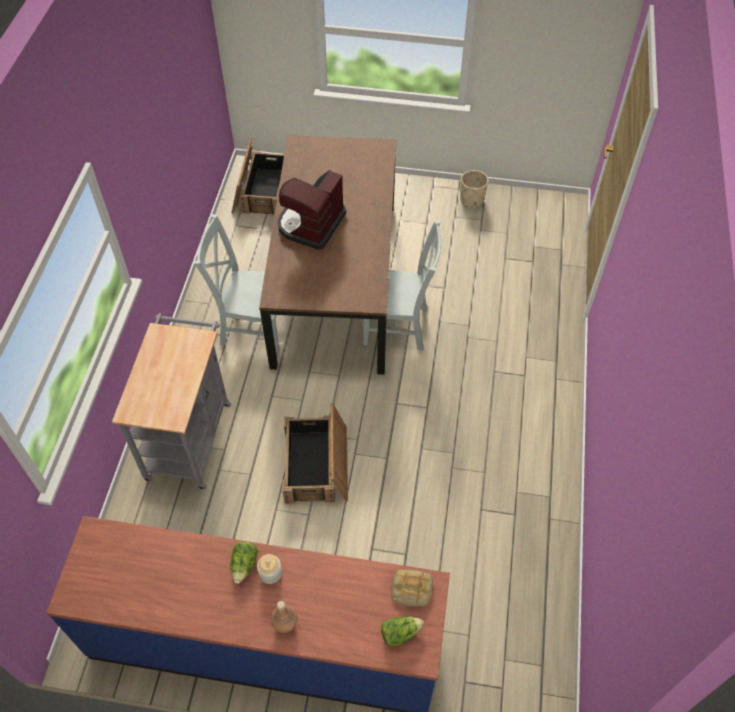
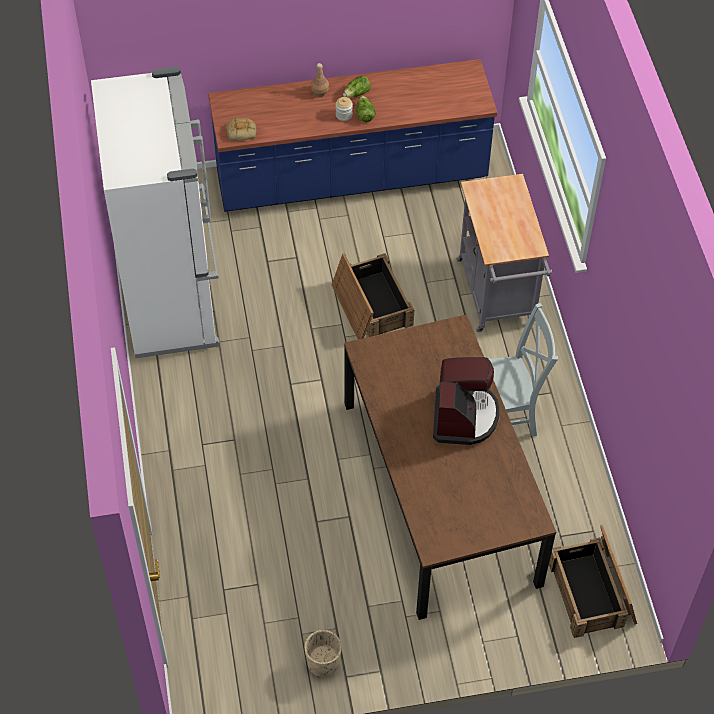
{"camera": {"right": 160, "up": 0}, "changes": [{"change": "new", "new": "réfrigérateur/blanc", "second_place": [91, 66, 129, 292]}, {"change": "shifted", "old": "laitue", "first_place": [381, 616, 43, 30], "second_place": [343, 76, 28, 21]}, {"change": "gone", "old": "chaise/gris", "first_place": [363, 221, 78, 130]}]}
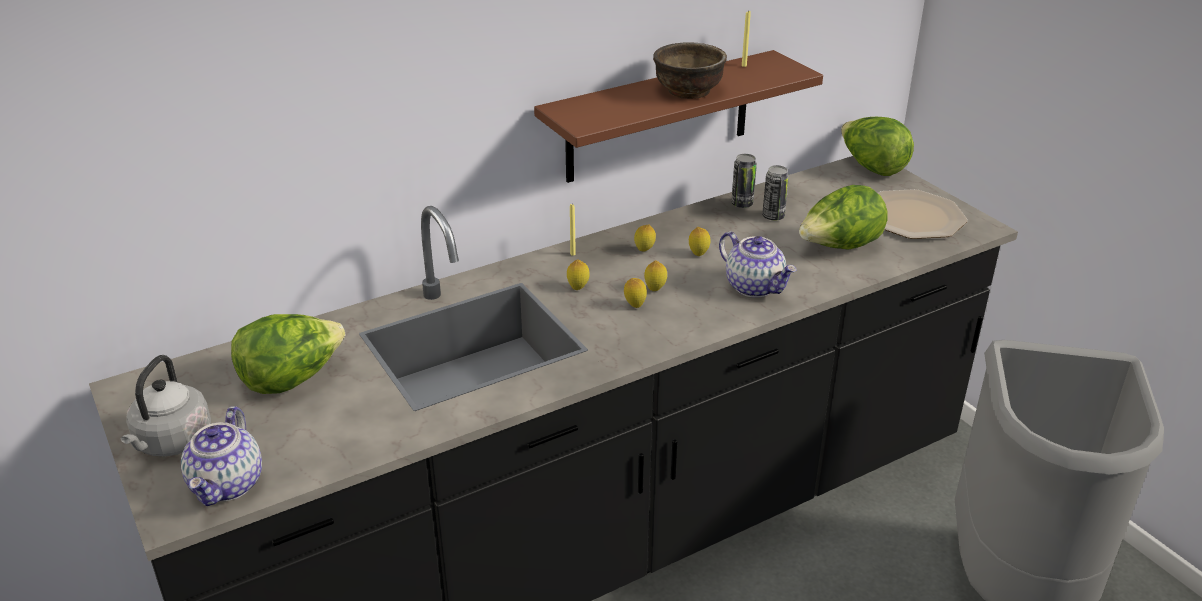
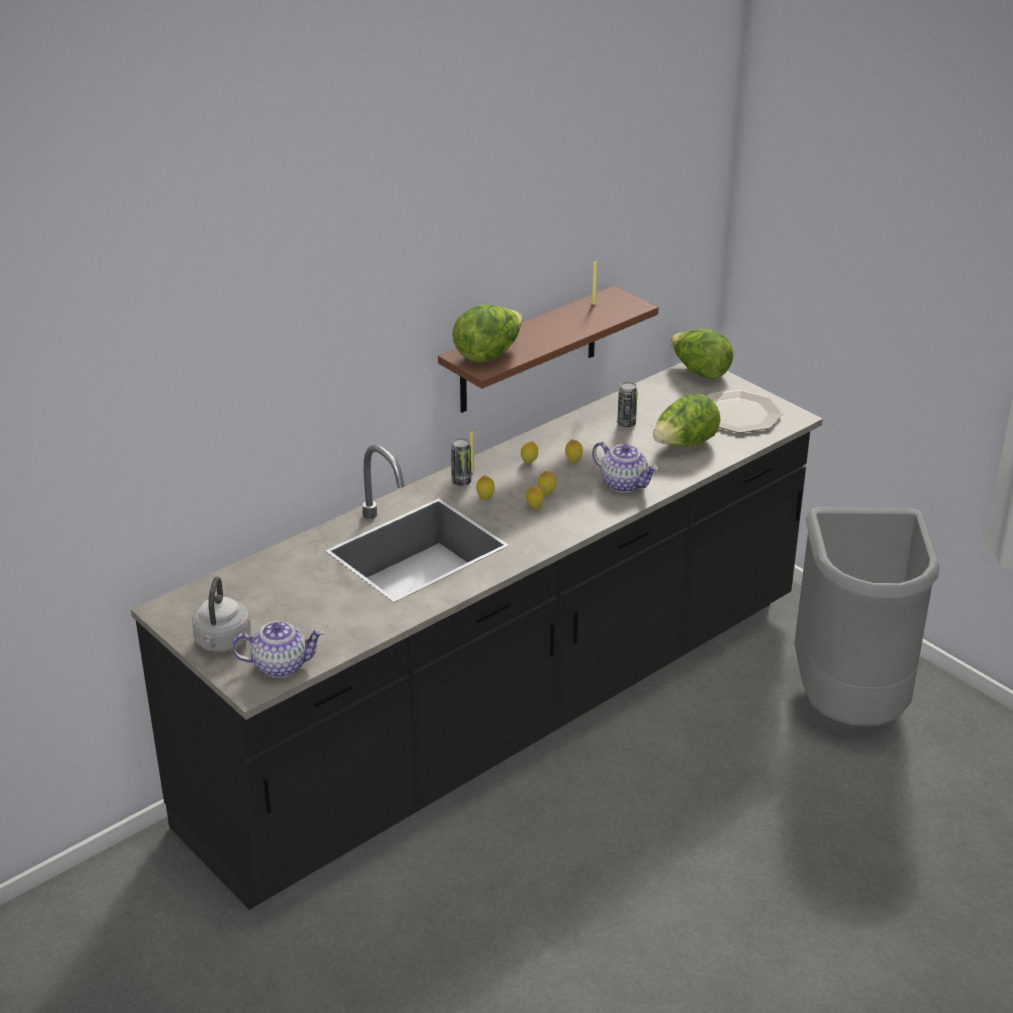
{"camera": {"right": -10, "up": 0}, "changes": [{"change": "rotated", "old": "théière", "first_place": [181, 406, 81, 100], "second_place": [231, 621, 93, 57], "degrees": -90}, {"change": "shifted", "old": "boîte métallique", "first_place": [731, 154, 26, 54], "second_place": [451, 438, 20, 48]}, {"change": "shifted", "old": "laitue", "first_place": [231, 314, 114, 80], "second_place": [452, 305, 70, 57]}, {"change": "gone", "old": "bol/marron", "first_place": [653, 42, 74, 57]}]}
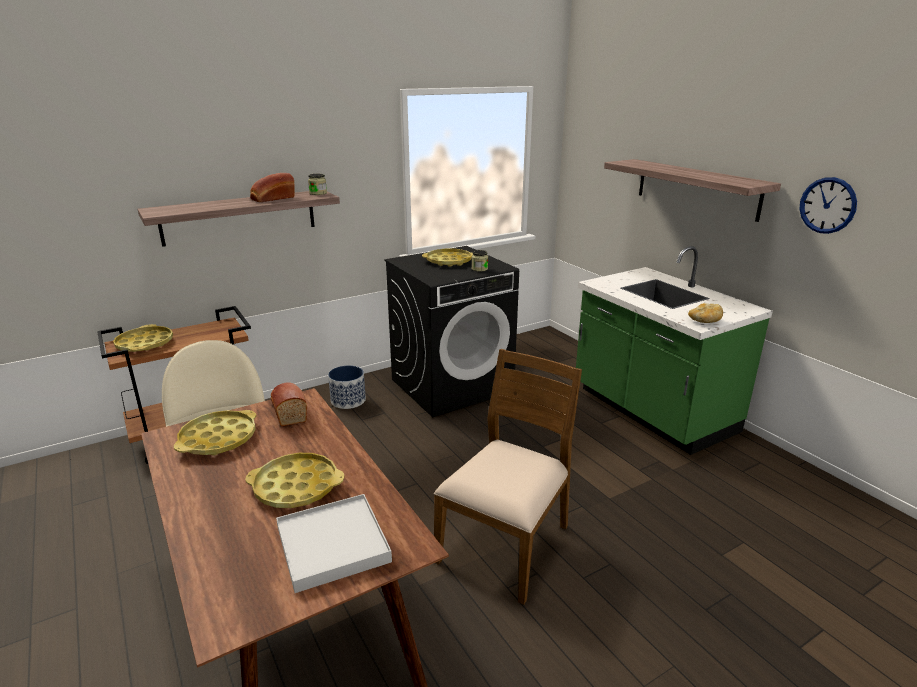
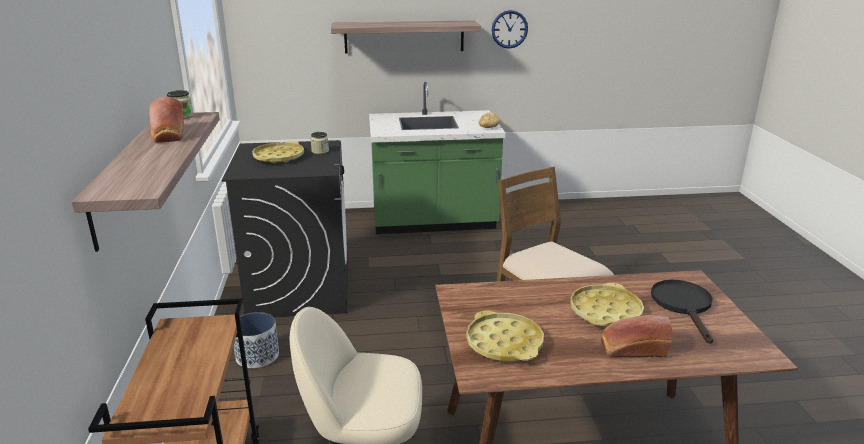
{"camera": {"right": -65, "up": 0}, "changes": [{"change": "shifted", "old": "pain", "first_place": [271, 382, 36, 45], "second_place": [601, 315, 72, 42]}, {"change": "swapped", "old": "plateau/blanc", "new": "poêle/noir", "first_place": [276, 494, 116, 99], "second_place": [651, 280, 62, 64]}, {"change": "gone", "old": "plateau/jaune", "first_place": [113, 324, 60, 28]}]}
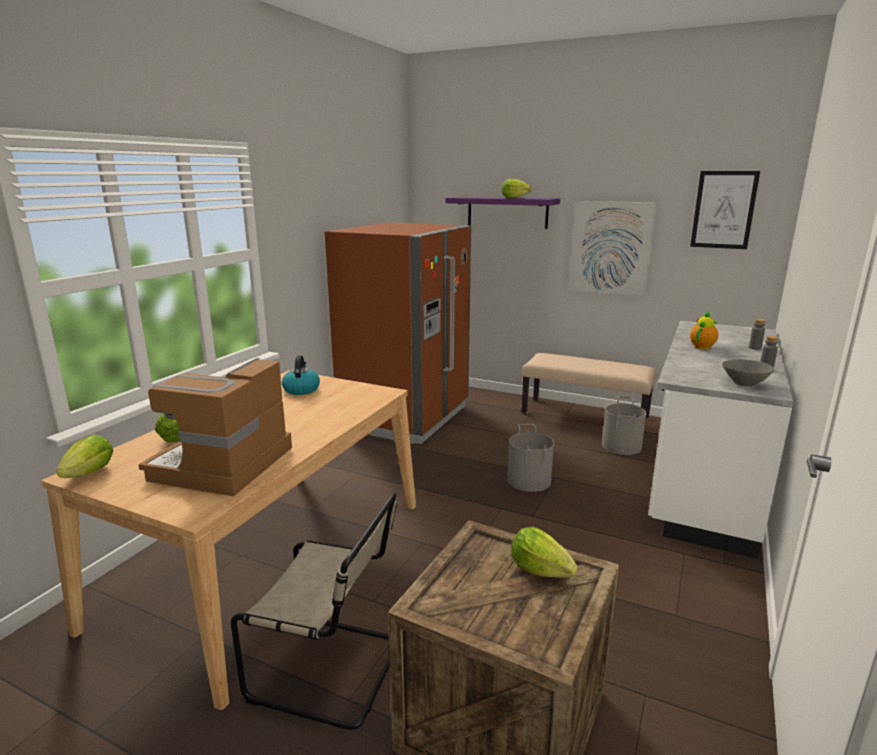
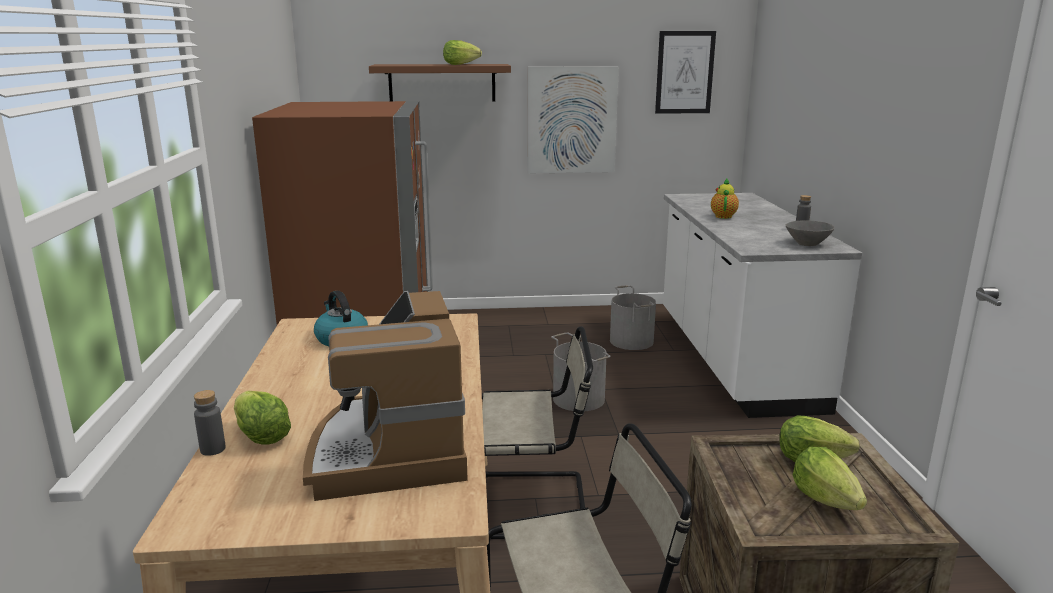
{"camera": {"right": -30, "up": 0}, "changes": [{"change": "shifted", "old": "bouteille/gris", "first_place": [749, 319, 17, 31], "second_place": [194, 390, 32, 66]}, {"change": "repainted", "old": "étagère/violet", "new": "étagère/marron", "first_place": [445, 197, 115, 32], "second_place": [369, 64, 142, 37]}, {"change": "new", "new": "chaise/beige", "second_place": [482, 326, 111, 213]}, {"change": "shifted", "old": "laitue", "first_place": [56, 434, 57, 44], "second_place": [792, 447, 75, 63]}, {"change": "gone", "old": "banc/beige", "first_place": [522, 353, 134, 65]}]}
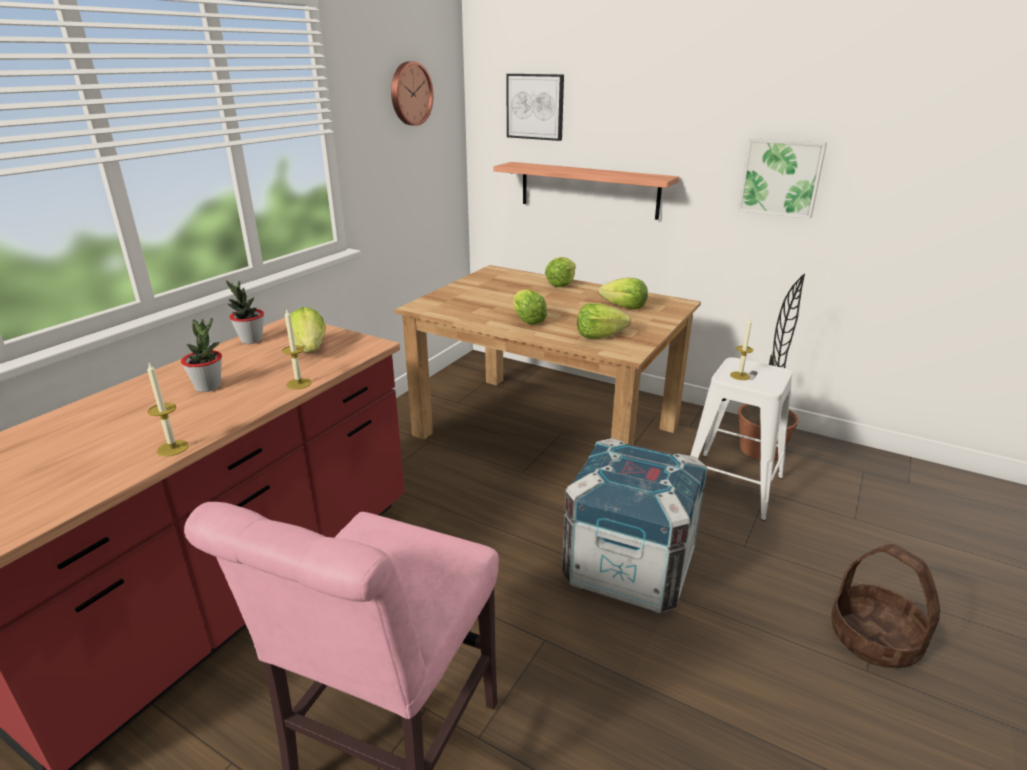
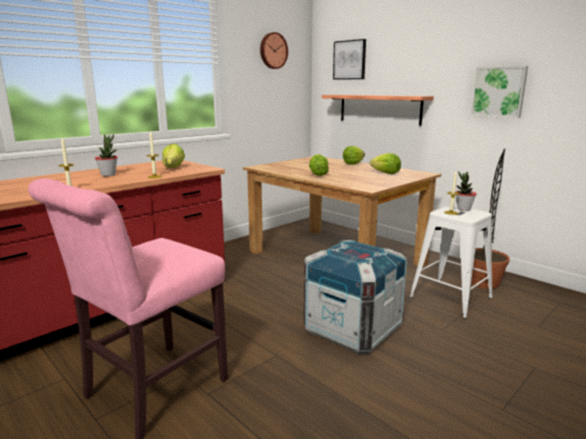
{"camera": {"right": 15, "up": -10}, "changes": [{"change": "shifted", "old": "plante en pot", "first_place": [226, 280, 38, 64], "second_place": [456, 172, 20, 39]}, {"change": "gone", "old": "laitue", "first_place": [577, 303, 54, 36]}, {"change": "gone", "old": "panier", "first_place": [831, 544, 109, 124]}]}
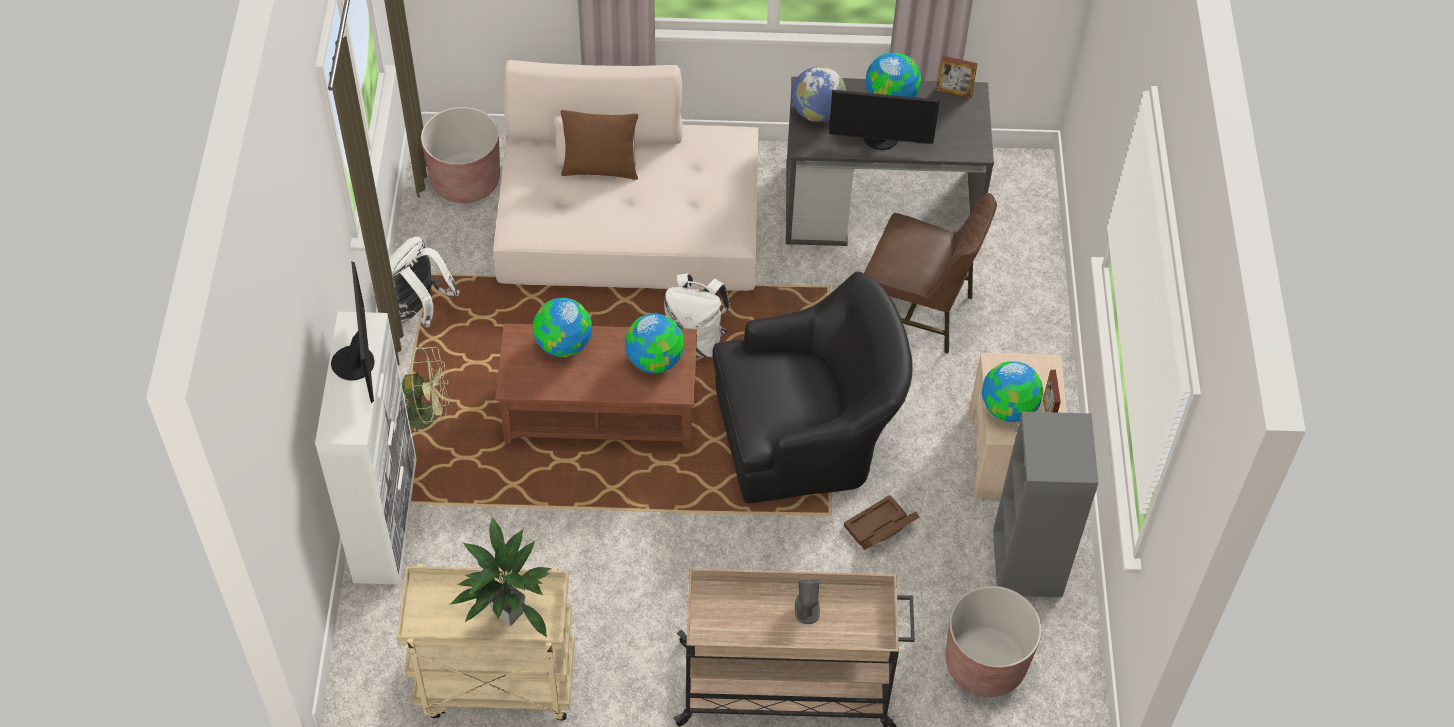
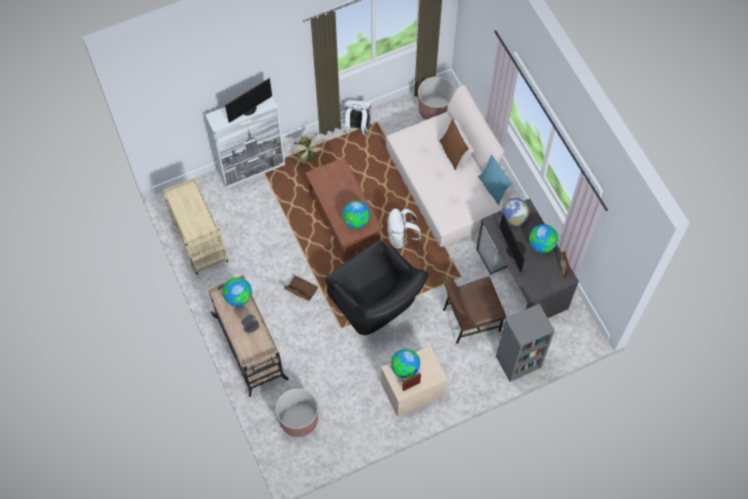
{"camera": {"right": 65, "up": 10}, "changes": [{"change": "shifted", "old": "globe", "first_place": [533, 298, 59, 59], "second_place": [223, 277, 29, 29]}, {"change": "shifted", "old": "boîte de rangement/marron", "first_place": [844, 495, 76, 55], "second_place": [284, 275, 34, 25]}, {"change": "rotated", "old": "chaise/marron", "first_place": [864, 193, 133, 161], "second_place": [443, 276, 63, 68], "degrees": 75}, {"change": "new", "new": "coussin/turquoise", "second_place": [478, 155, 34, 50]}, {"change": "shifted", "old": "bibliothèque/gris", "first_place": [993, 412, 106, 185], "second_place": [496, 304, 59, 78]}, {"change": "gone", "old": "plante en pot", "first_place": [449, 517, 103, 121]}]}
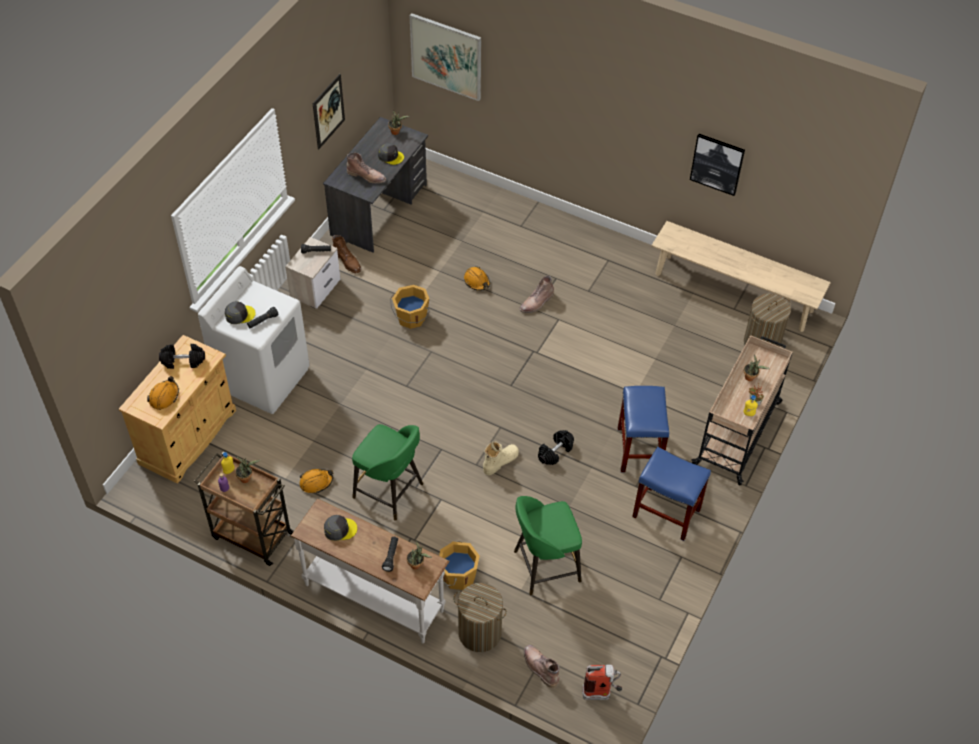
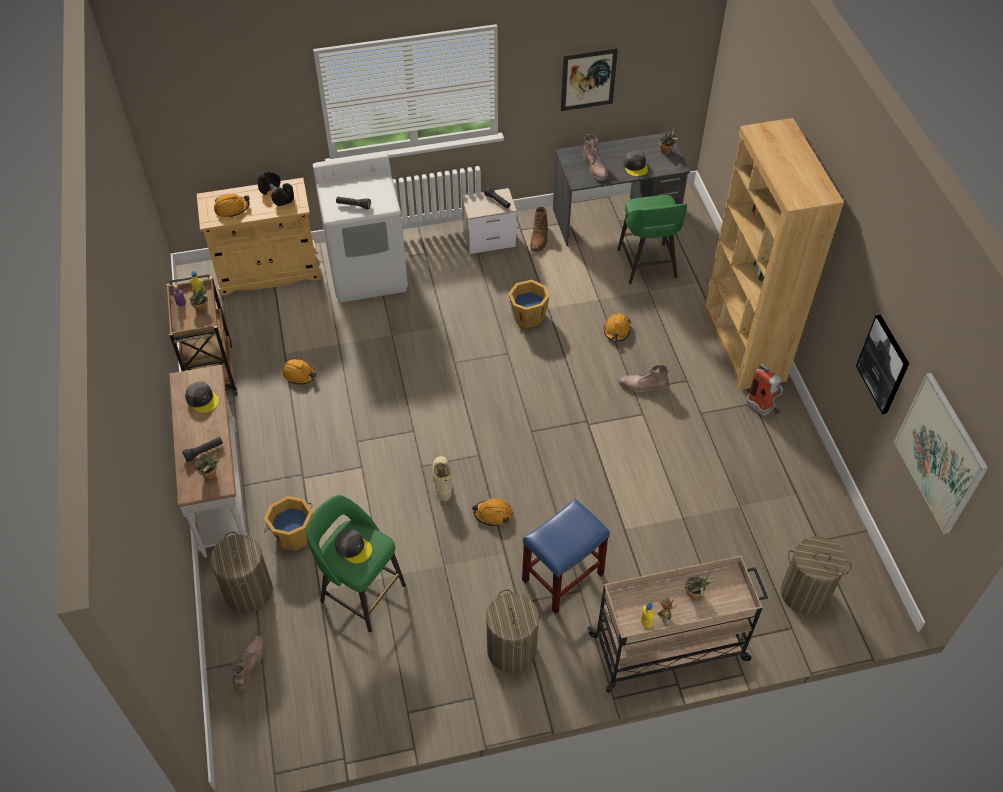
{"camera": {"right": 50, "up": 0}, "changes": [{"change": "shifted", "old": "casquette/gris", "first_place": [225, 301, 31, 23], "second_place": [335, 529, 37, 34]}, {"change": "rotated", "old": "botte/beige", "first_place": [483, 441, 36, 34], "second_place": [432, 456, 20, 45], "degrees": -105}, {"change": "swapped", "old": "haltère/noir", "new": "casque de chantier/orange", "first_place": [538, 430, 36, 35], "second_place": [472, 498, 41, 29]}, {"change": "swapped", "old": "tabouret/bleu", "new": "panier à linge", "first_place": [632, 447, 79, 94], "second_place": [486, 589, 53, 84]}, {"change": "shifted", "old": "tabouret/vert", "first_place": [352, 424, 71, 96], "second_place": [617, 195, 70, 89]}, {"change": "new", "new": "bibliothèque/marron", "second_place": [704, 118, 140, 272]}, {"change": "shifted", "old": "extincteur", "first_place": [582, 664, 40, 36], "second_place": [746, 364, 37, 52]}, {"change": "shifted", "old": "tableau", "first_place": [410, 13, 71, 88], "second_place": [894, 373, 94, 161]}, {"change": "gone", "old": "banc/beige", "first_place": [651, 221, 180, 111]}]}
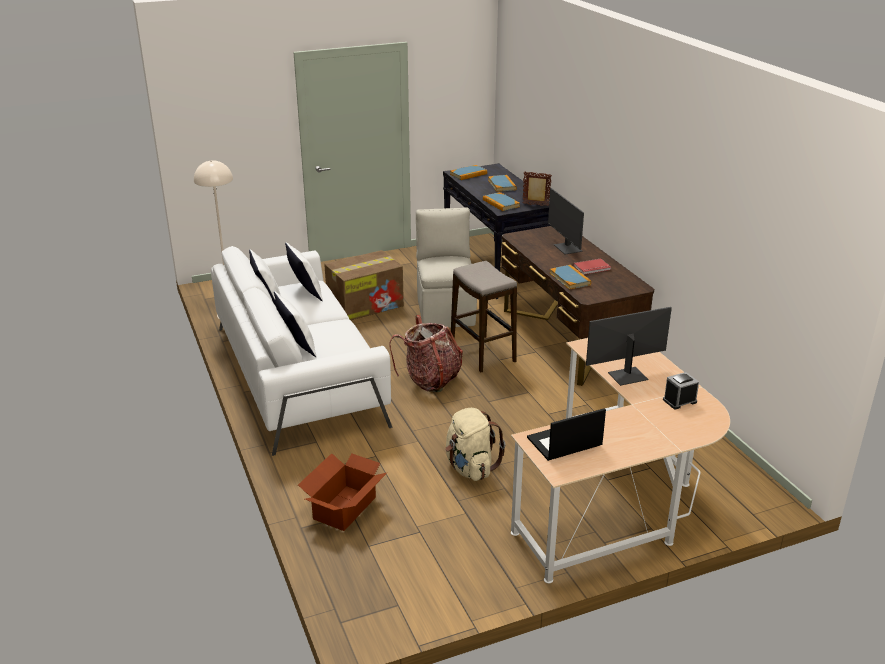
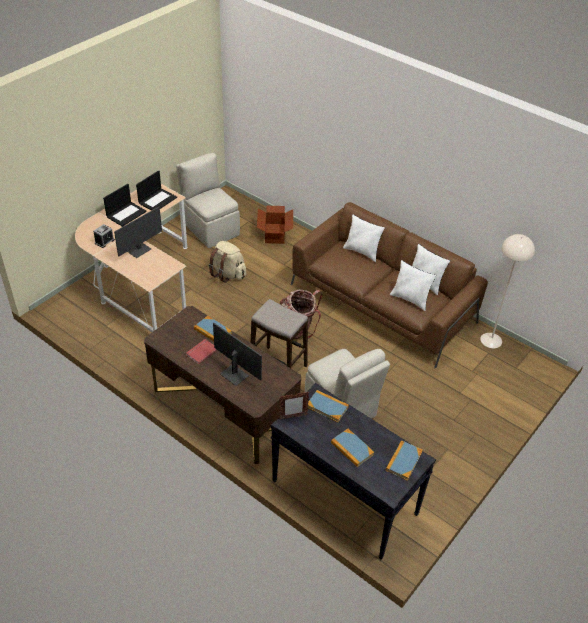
{"camera": {"right": 150, "up": 15}, "changes": [{"change": "new", "new": "ordinateur portable", "second_place": [103, 184, 44, 43]}, {"change": "new", "new": "chaise/beige", "second_place": [176, 153, 64, 95]}, {"change": "repainted", "old": "canapé/blanc", "new": "canapé/marron", "first_place": [211, 246, 181, 210], "second_place": [291, 202, 197, 167]}, {"change": "gone", "old": "carton", "first_place": [324, 250, 80, 70]}]}
